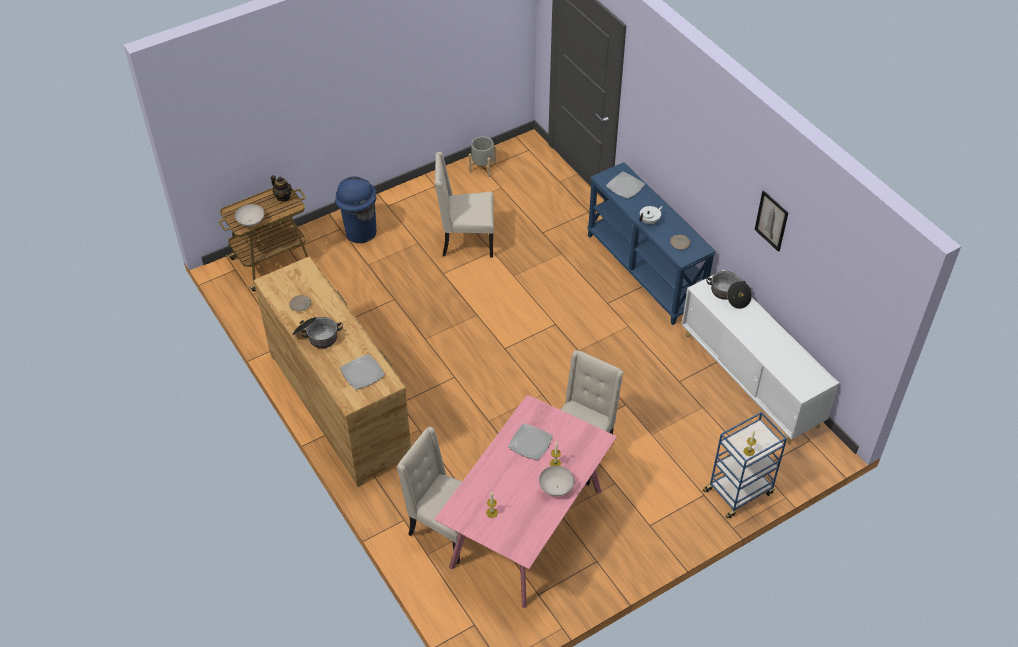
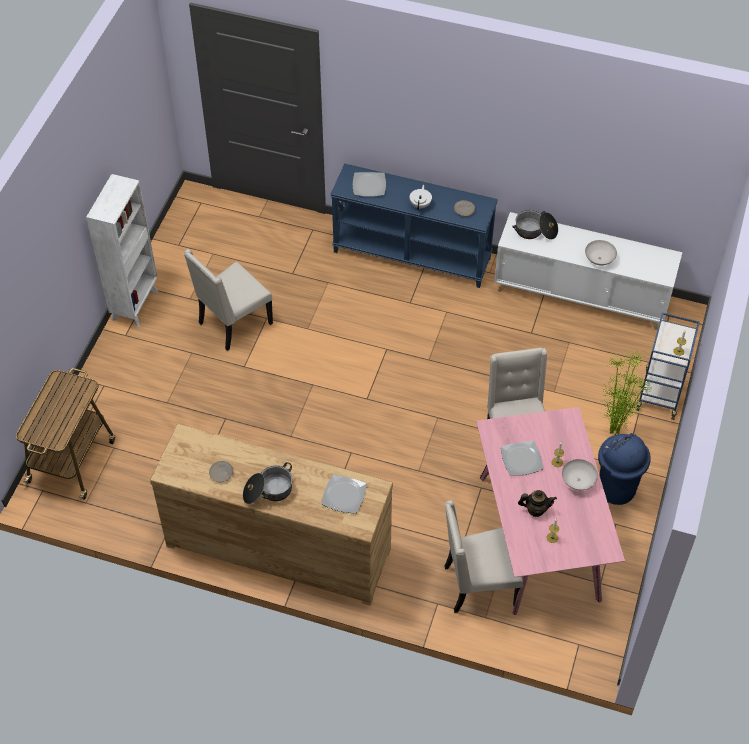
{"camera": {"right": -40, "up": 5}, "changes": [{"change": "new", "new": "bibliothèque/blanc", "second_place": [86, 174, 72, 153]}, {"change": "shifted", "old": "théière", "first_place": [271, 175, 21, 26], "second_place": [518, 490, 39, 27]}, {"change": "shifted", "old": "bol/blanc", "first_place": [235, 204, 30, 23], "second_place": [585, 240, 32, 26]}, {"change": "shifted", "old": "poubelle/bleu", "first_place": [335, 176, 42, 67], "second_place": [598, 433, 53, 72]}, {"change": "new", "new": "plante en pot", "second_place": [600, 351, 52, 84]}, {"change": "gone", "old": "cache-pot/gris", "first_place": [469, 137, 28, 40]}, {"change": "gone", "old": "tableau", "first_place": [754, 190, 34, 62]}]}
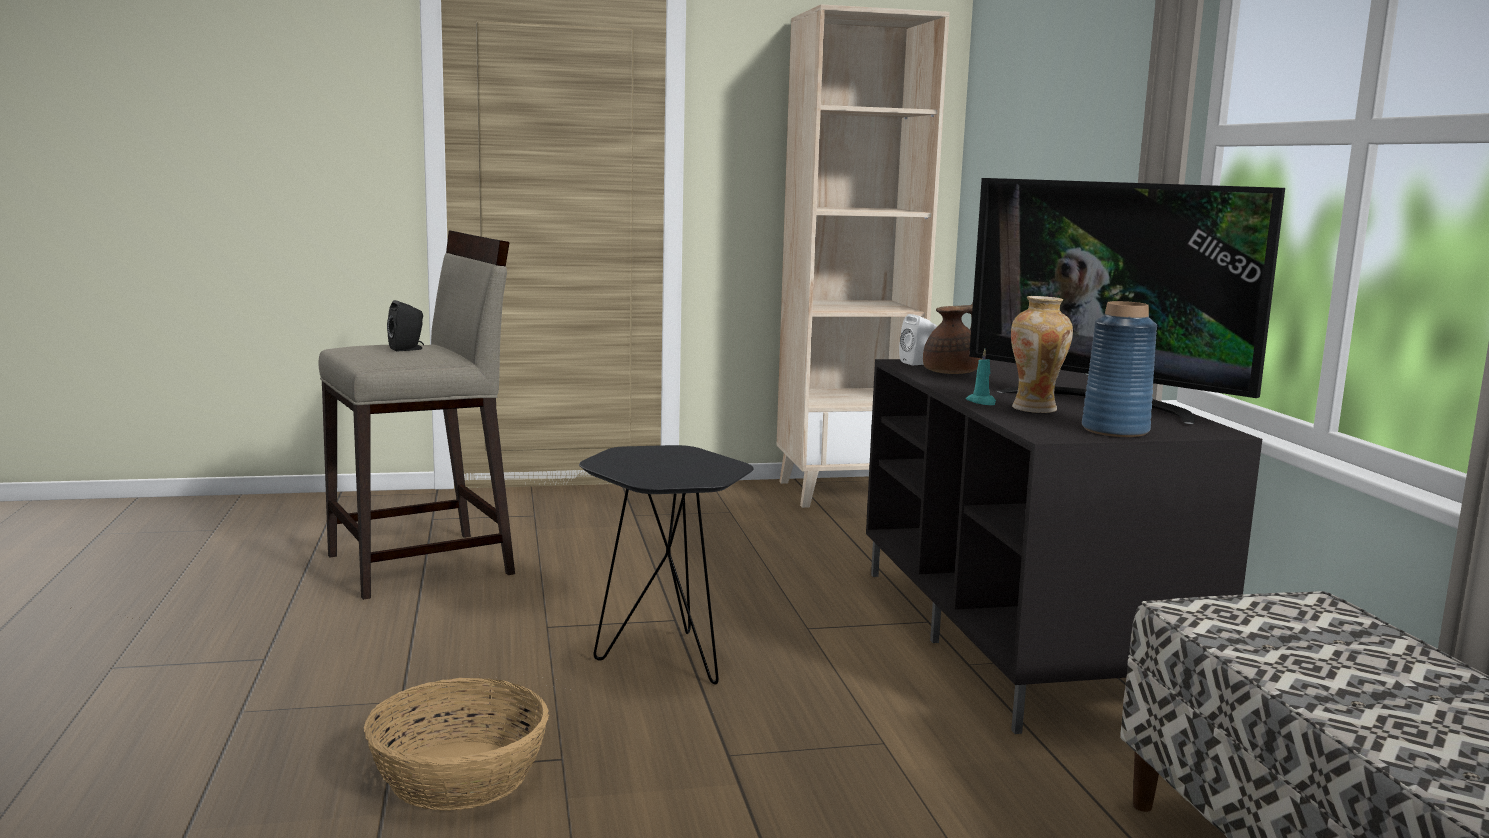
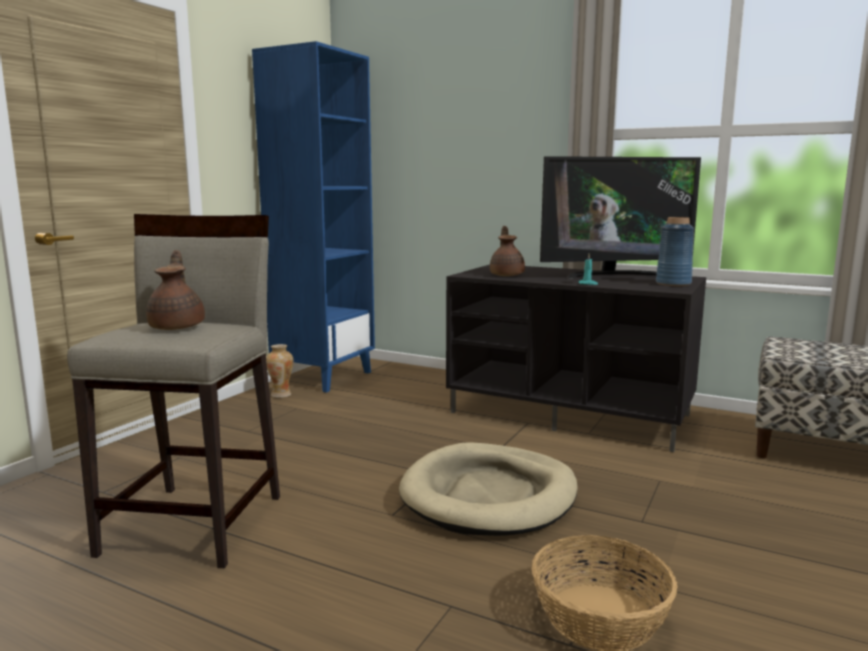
{"camera": {"right": -50, "up": 0}, "changes": [{"change": "swapped", "old": "enceinte/noir", "new": "théière/marron", "first_place": [387, 300, 37, 52], "second_place": [146, 250, 59, 80]}, {"change": "repainted", "old": "bibliothèque/beige", "new": "bibliothèque/bleu", "first_place": [777, 4, 173, 504], "second_place": [252, 41, 123, 352]}, {"change": "shifted", "old": "vase", "first_place": [1011, 296, 62, 117], "second_place": [266, 344, 28, 54]}, {"change": "swapped", "old": "table d'appoint/noir", "new": "panier pour chien/beige", "first_place": [579, 445, 175, 240], "second_place": [399, 442, 179, 94]}, {"change": "gone", "old": "enceinte/blanc", "first_place": [899, 314, 38, 51]}]}
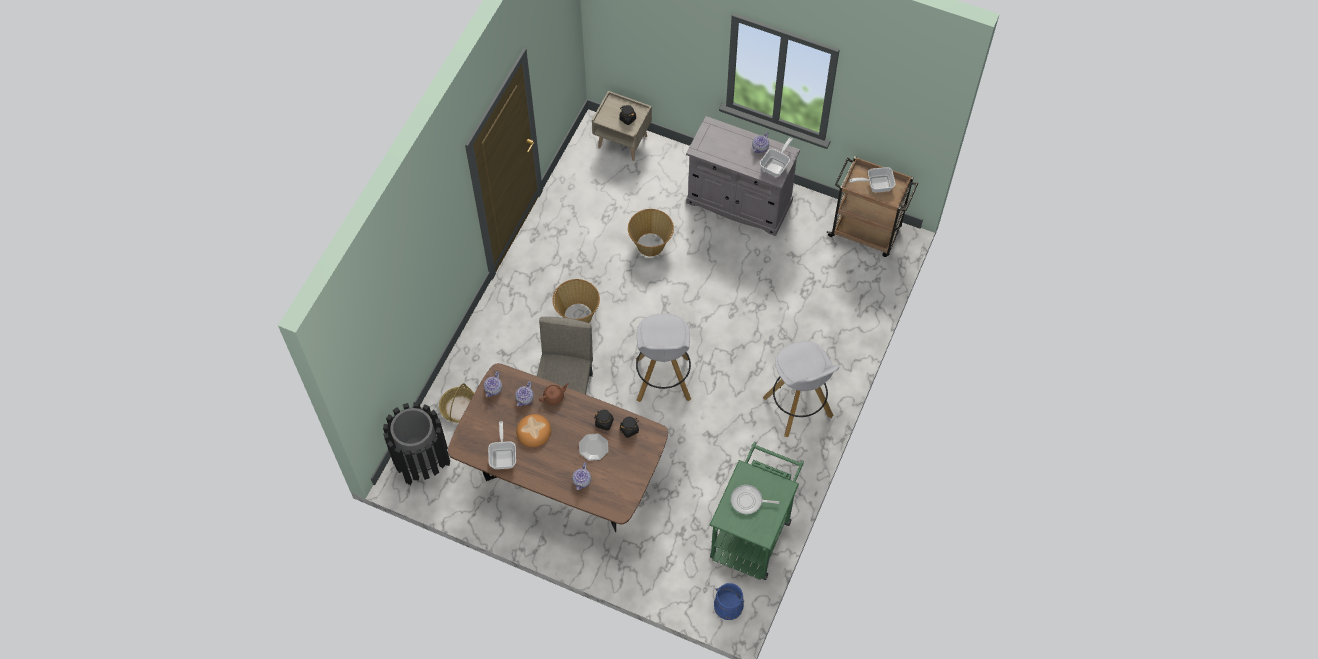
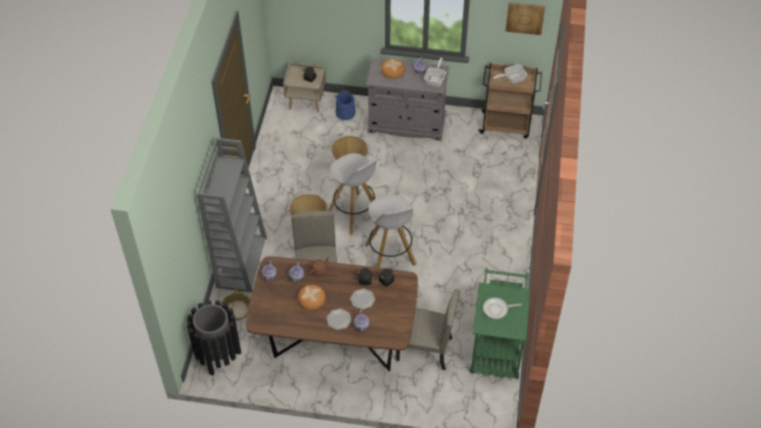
{"camera": {"right": -15, "up": -10}, "changes": [{"change": "new", "new": "bibliothèque/gris", "second_place": [197, 138, 70, 154]}, {"change": "new", "new": "assiette", "second_place": [326, 309, 26, 21]}, {"change": "shifted", "old": "tabouret/blanc", "first_place": [763, 341, 76, 96], "second_place": [328, 153, 51, 82]}, {"change": "shifted", "old": "seau/bleu", "first_place": [714, 583, 31, 37], "second_place": [335, 90, 21, 30]}, {"change": "new", "new": "pain", "second_place": [381, 59, 24, 20]}, {"change": "new", "new": "chaise/beige", "second_place": [396, 289, 64, 81]}, {"change": "new", "new": "tableau", "second_place": [505, 3, 40, 32]}, {"change": "gone", "old": "poêle", "first_place": [488, 421, 28, 48]}]}
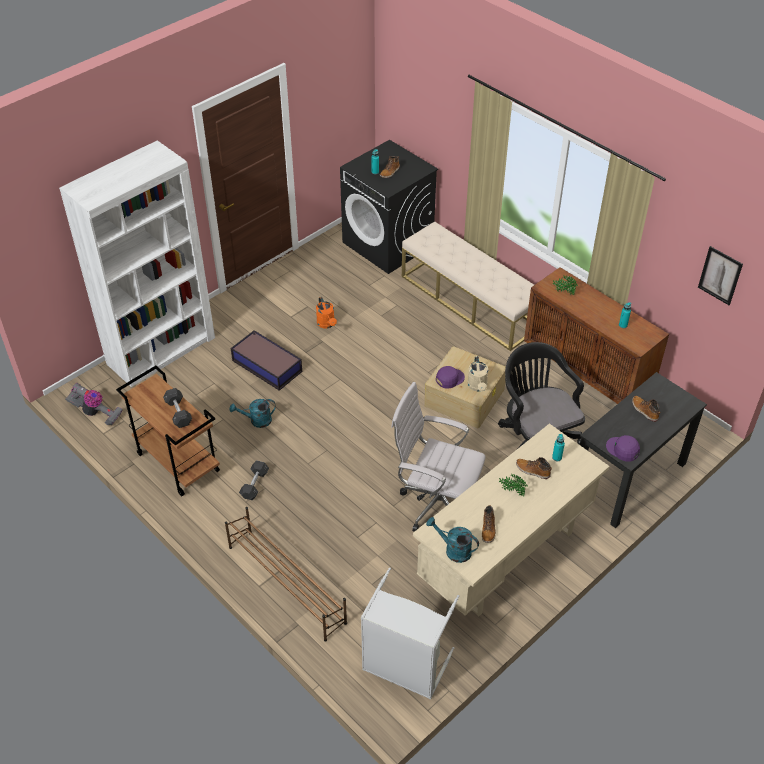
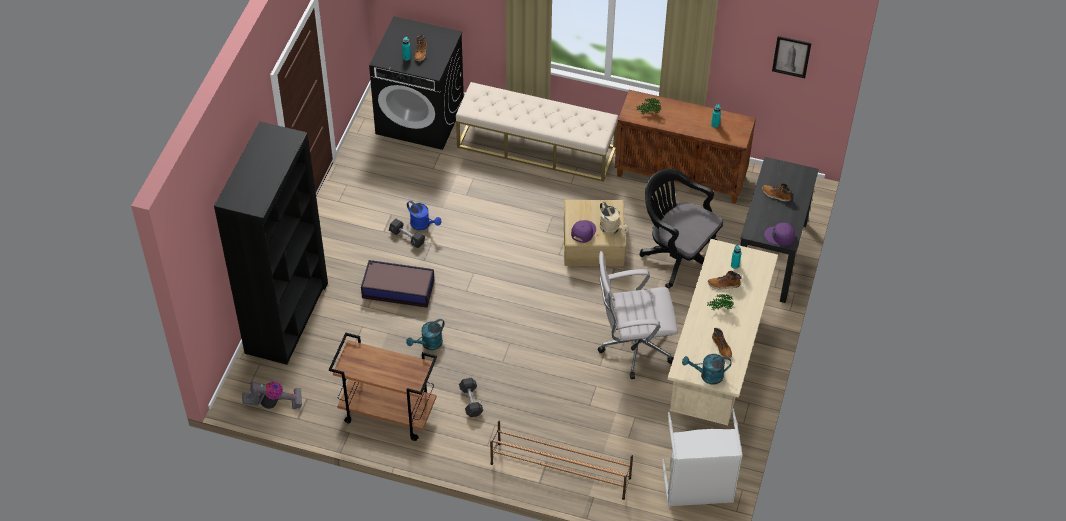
{"camera": {"right": -30, "up": 5}, "changes": [{"change": "repainted", "old": "bibliothèque/blanc", "new": "bibliothèque/noir", "first_place": [59, 140, 156, 247], "second_place": [214, 121, 114, 244]}, {"change": "shifted", "old": "haltère/gris", "first_place": [163, 388, 29, 40], "second_place": [389, 219, 36, 29]}, {"change": "repainted", "old": "arrosoir/orange", "new": "arrosoir/bleu", "first_place": [316, 297, 21, 32], "second_place": [407, 201, 34, 29]}]}
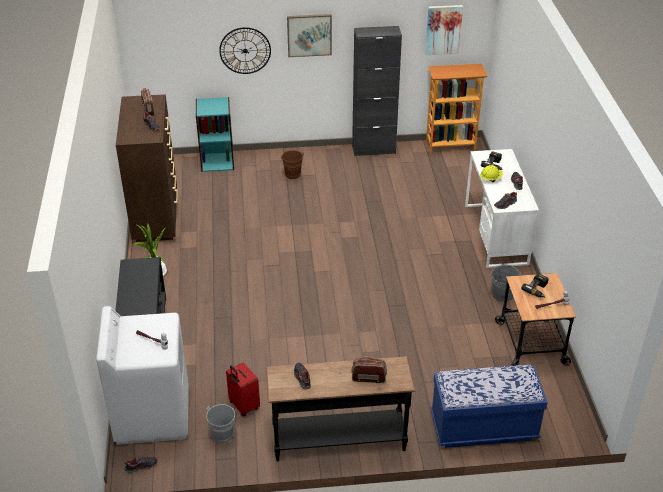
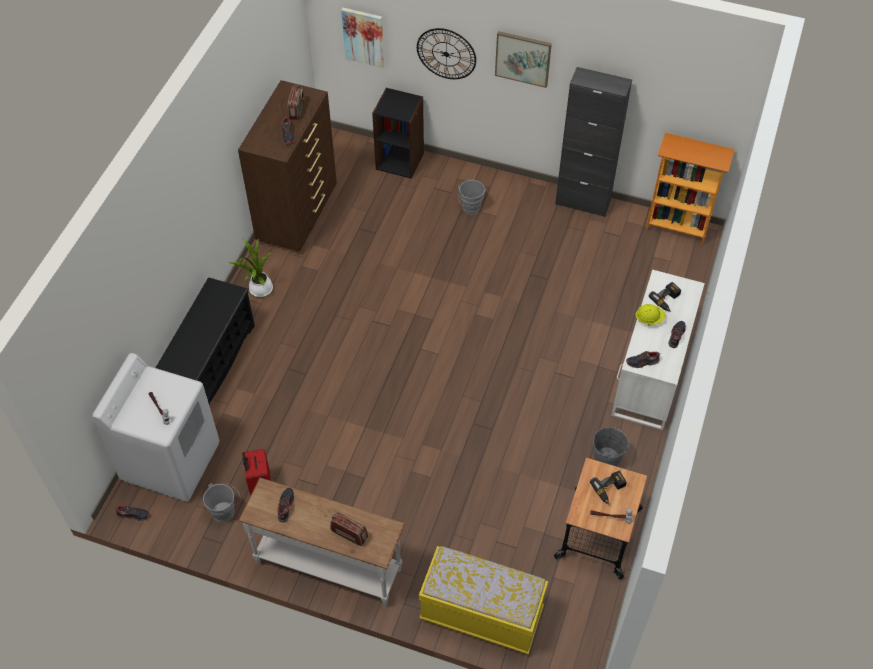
{"camera": {"right": 25, "up": 15}, "changes": [{"change": "repainted", "old": "table console/noir", "new": "table console/blanc", "first_place": [266, 356, 149, 105], "second_place": [239, 478, 166, 129]}, {"change": "shifted", "old": "tableau", "first_place": [425, 5, 38, 50], "second_place": [341, 8, 43, 60]}, {"change": "repainted", "old": "bibliothèque/turquoise", "new": "bibliothèque/noir", "first_place": [196, 97, 38, 75], "second_place": [372, 88, 52, 91]}, {"change": "repainted", "old": "banc/bleu", "new": "banc/jaune", "first_place": [431, 365, 117, 83], "second_place": [419, 546, 129, 109]}, {"change": "repainted", "old": "seau/marron", "new": "seau/gris", "first_place": [281, 150, 23, 29], "second_place": [458, 180, 28, 34]}]}
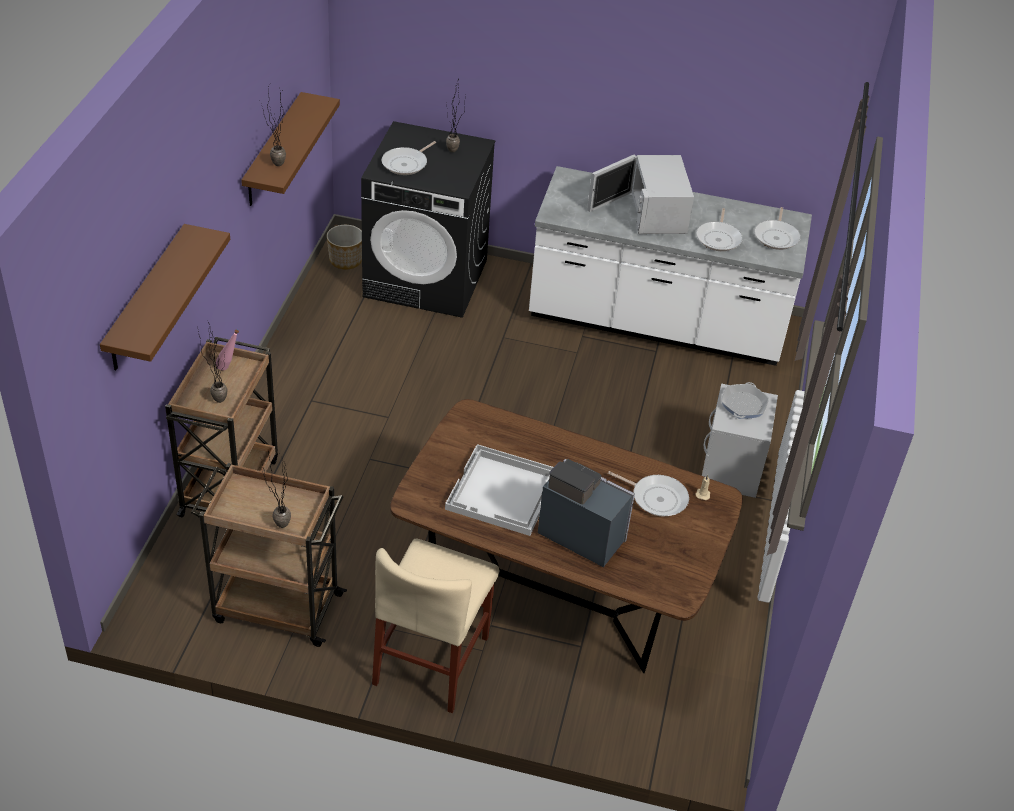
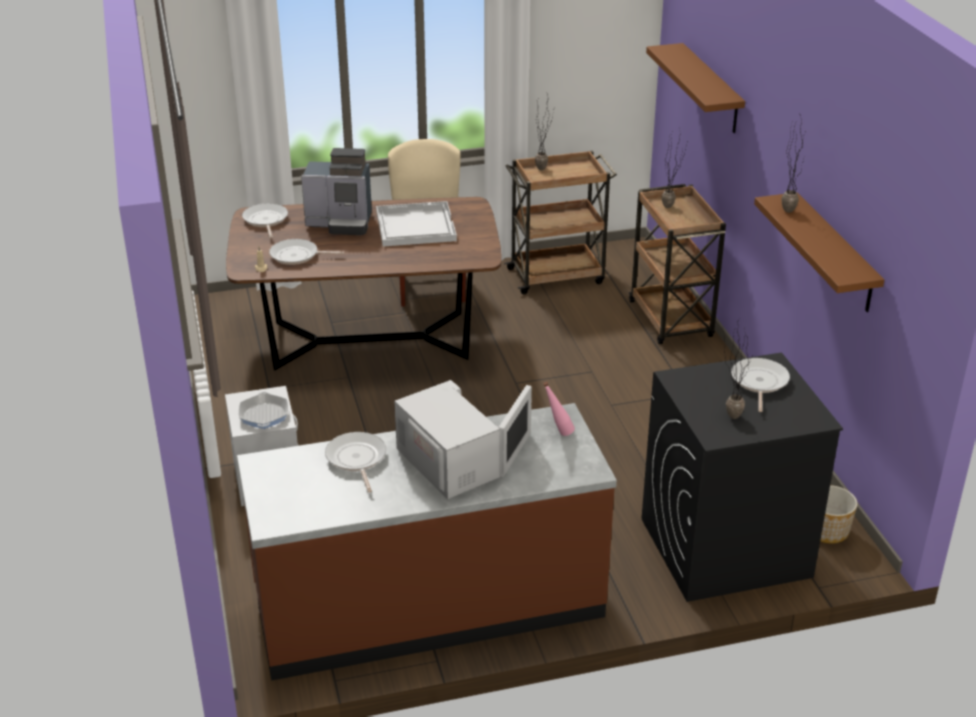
{"camera": {"right": 155, "up": -10}, "changes": [{"change": "repainted", "old": "comptoir de cuisine/blanc", "new": "comptoir de cuisine/marron", "first_place": [529, 166, 283, 200], "second_place": [237, 403, 380, 278]}, {"change": "shifted", "old": "poêle", "first_place": [754, 207, 47, 43], "second_place": [242, 203, 46, 35]}, {"change": "shifted", "old": "bouteille/rose", "first_place": [216, 329, 23, 41], "second_place": [543, 382, 32, 54]}]}
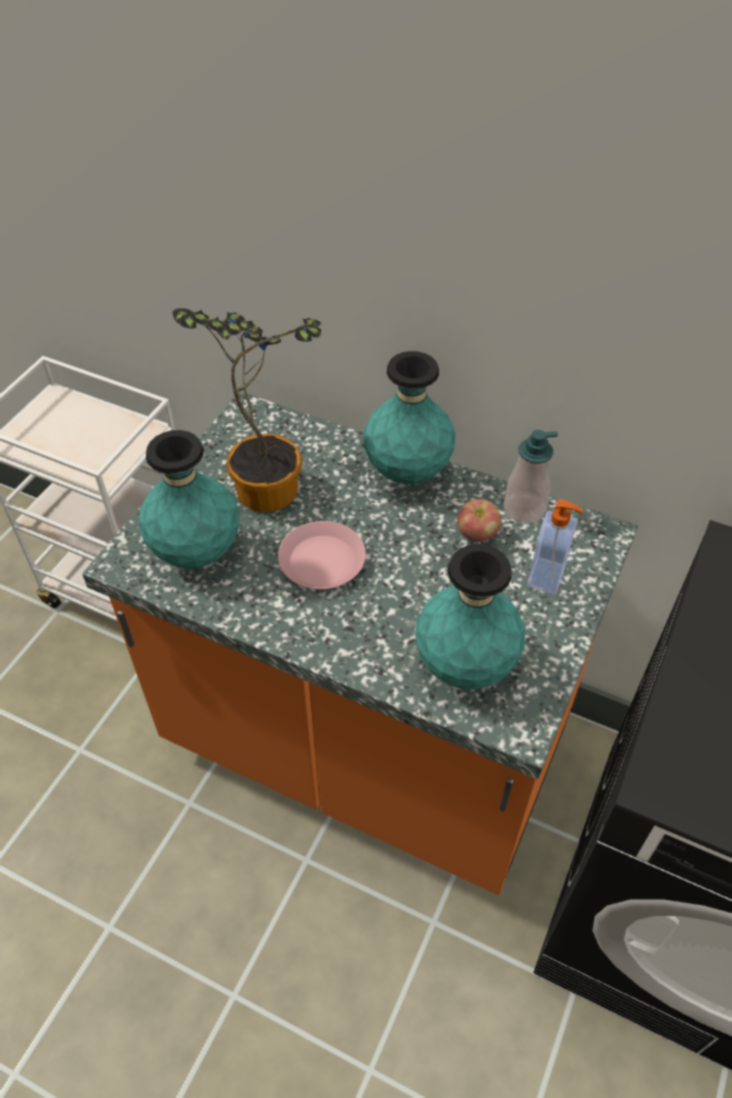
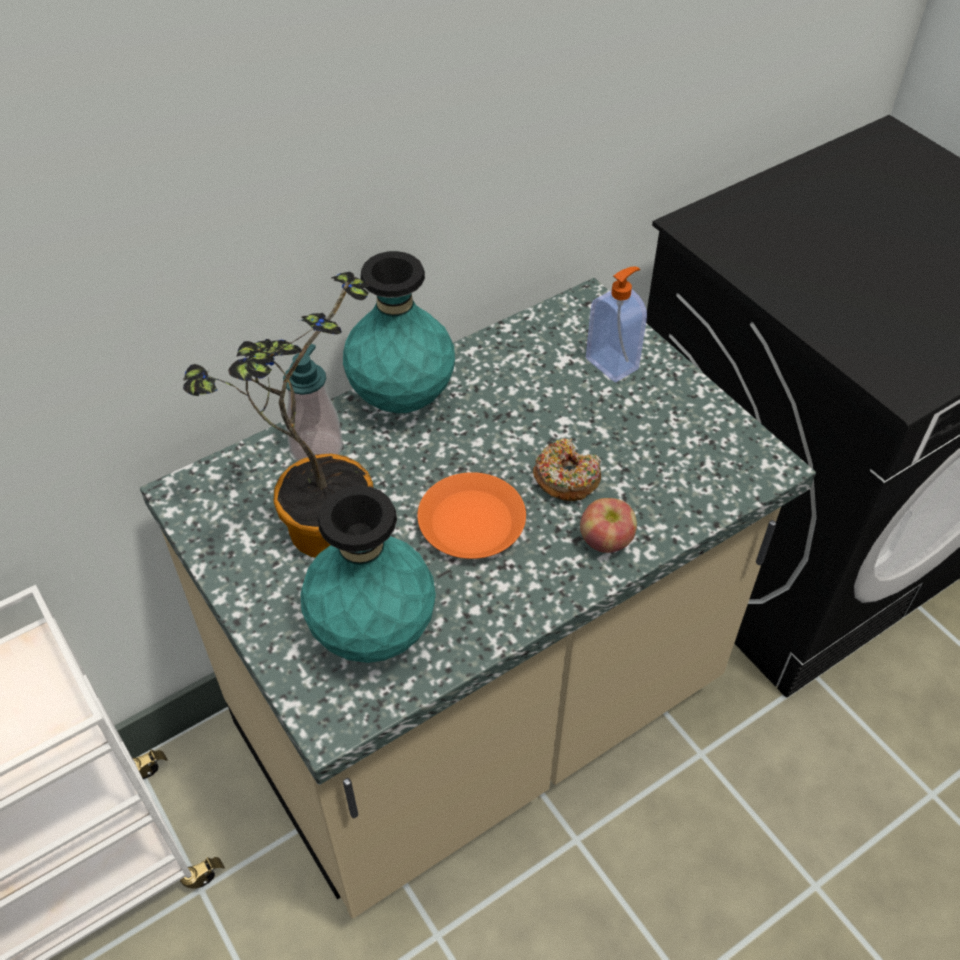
{"camera": {"right": -60, "up": 0}, "changes": [{"change": "repainted", "old": "comptoir de cuisine/orange", "new": "comptoir de cuisine/beige", "first_place": [82, 392, 556, 503], "second_place": [140, 278, 676, 641]}, {"change": "shifted", "old": "distributeur de savon", "first_place": [503, 430, 55, 93], "second_place": [283, 344, 60, 117]}, {"change": "repainted", "old": "assiette/rose", "new": "assiette/orange", "first_place": [278, 521, 88, 68], "second_place": [417, 472, 109, 87]}, {"change": "new", "new": "beignet", "second_place": [533, 438, 68, 63]}, {"change": "shifted", "old": "pomme", "first_place": [457, 499, 45, 43], "second_place": [580, 498, 57, 55]}, {"change": "gone", "old": "vase/turquoise", "first_place": [415, 544, 110, 145]}]}
